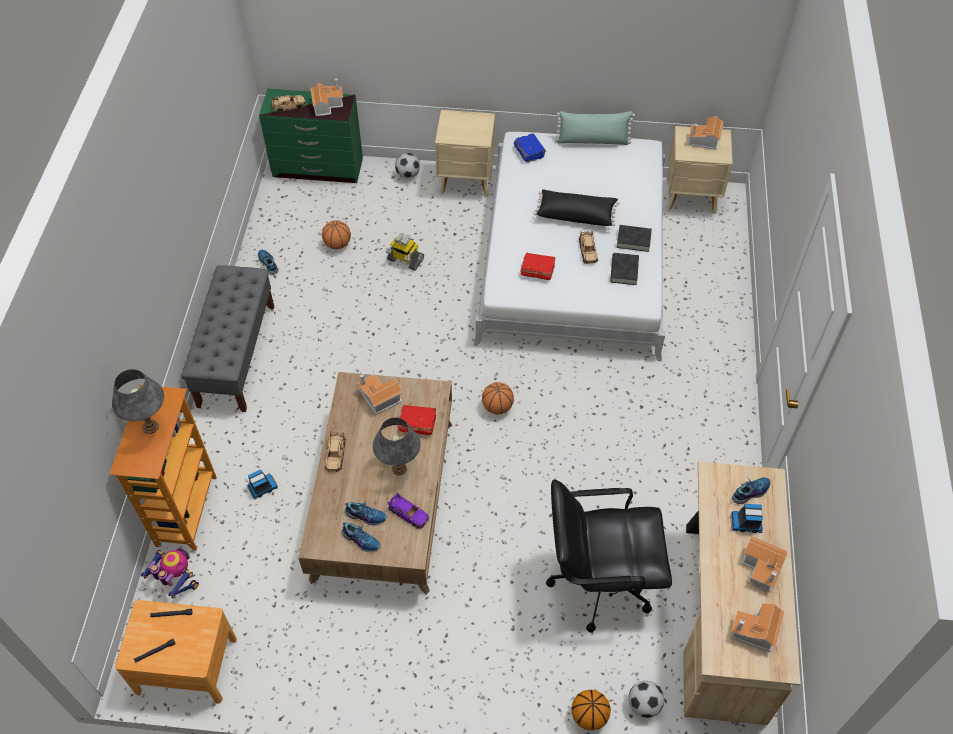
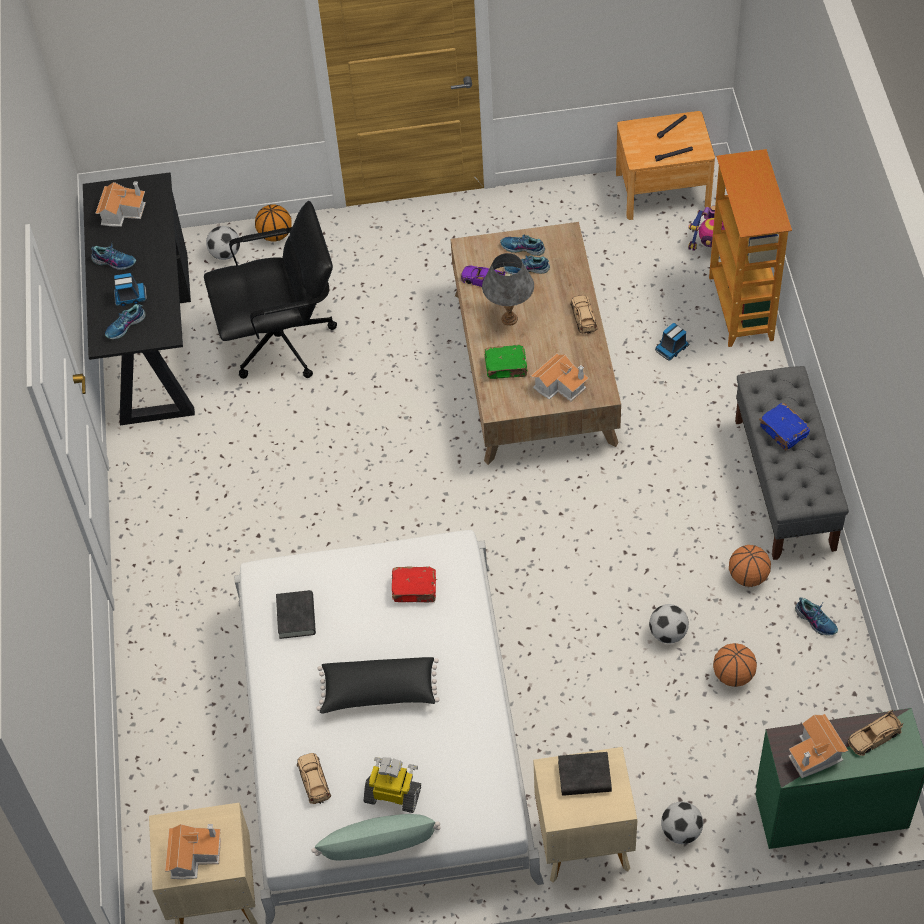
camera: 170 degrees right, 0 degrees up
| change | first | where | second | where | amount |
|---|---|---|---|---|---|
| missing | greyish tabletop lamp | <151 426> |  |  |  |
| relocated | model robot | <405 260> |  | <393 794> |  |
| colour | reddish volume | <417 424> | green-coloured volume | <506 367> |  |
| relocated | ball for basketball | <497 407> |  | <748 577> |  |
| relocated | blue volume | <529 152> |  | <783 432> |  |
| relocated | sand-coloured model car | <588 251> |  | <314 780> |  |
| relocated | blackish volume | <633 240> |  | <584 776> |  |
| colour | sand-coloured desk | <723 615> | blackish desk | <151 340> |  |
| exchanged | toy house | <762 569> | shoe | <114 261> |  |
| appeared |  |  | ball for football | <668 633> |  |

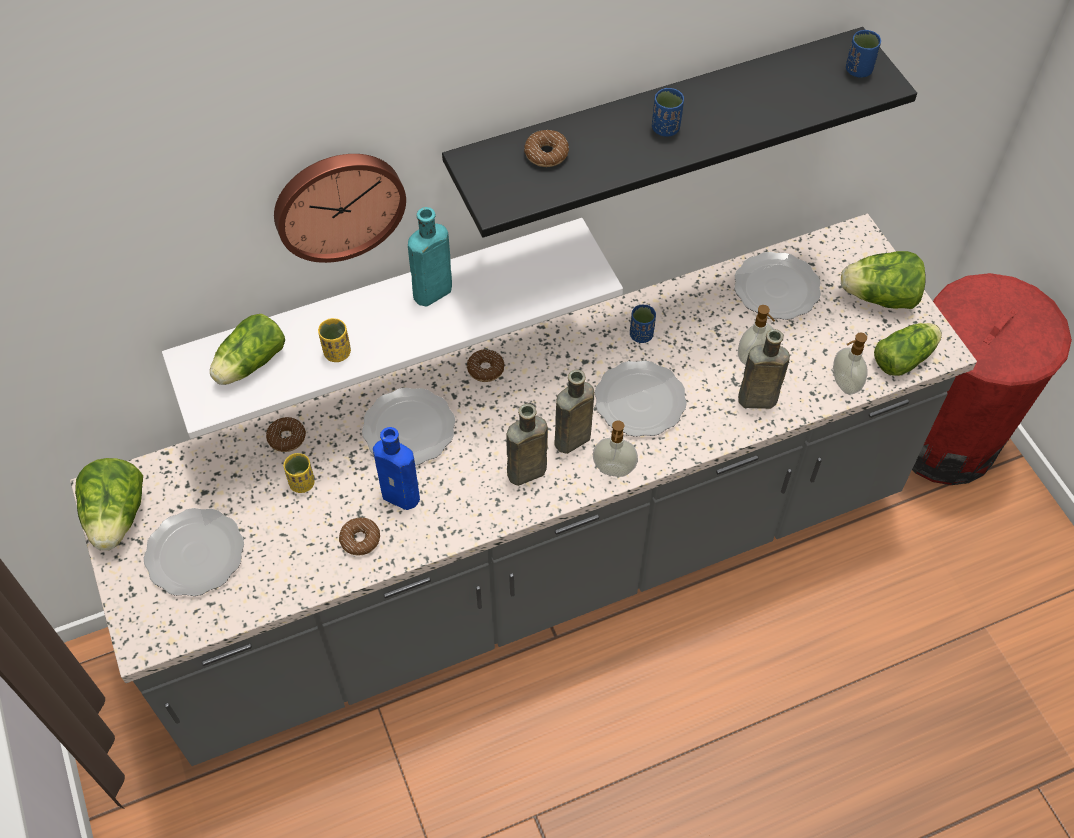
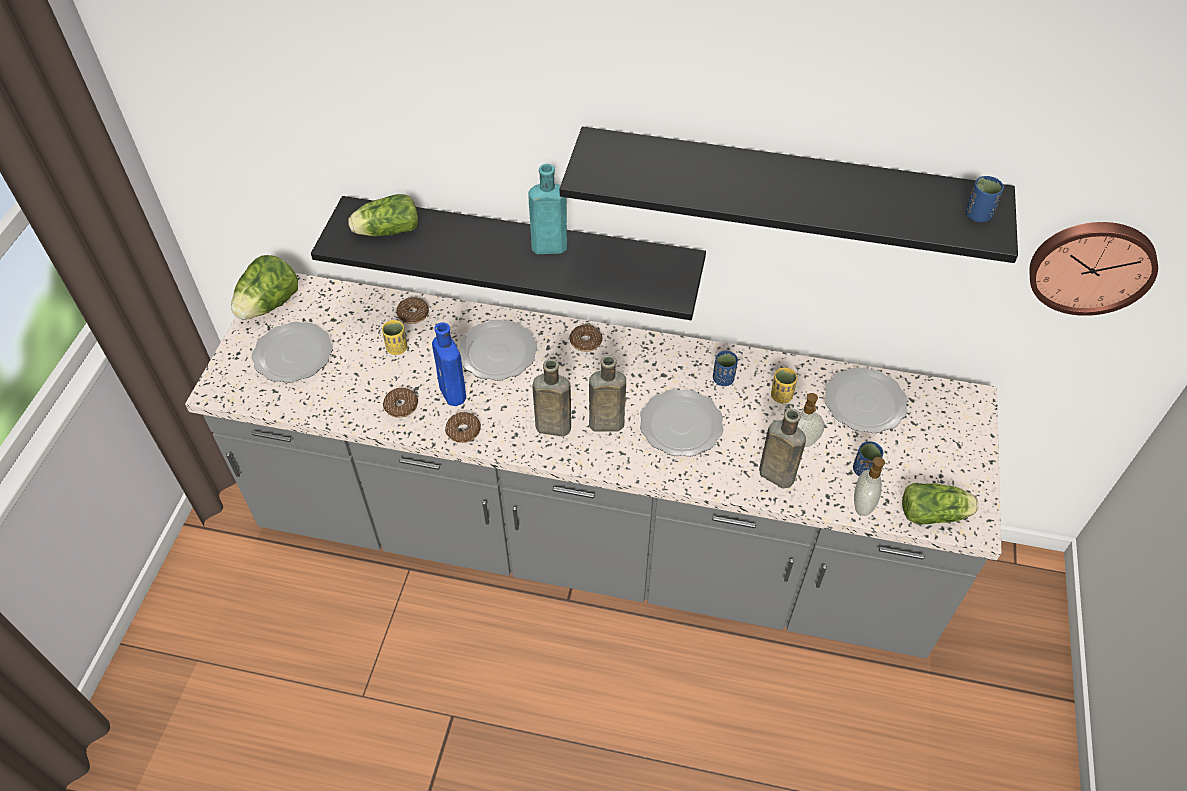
camera: 35 degrees right, 5 degrees down
| change | first | where | second | where | amount |
|---|---|---|---|---|---|
| colour | white-coloured wall shelf | <383 309> | blackish wall shelf | <521 250> |  |
| relocated | clock on the wall | <338 203> |  | <1091 265> |  |
| relocated | yellow drinking cup | <337 353> |  | <781 396> |  |
| relocated | doughnut | <546 154> |  | <463 431> |  |
| missing | soap bottle | <613 470> |  |  |  |
| relocated | blue drinking cup | <665 128> |  | <864 470> |  |
| missing | lettuce | <880 297> |  |  |  |
| missing | reddish waste bin | <944 440> |  |  |  |

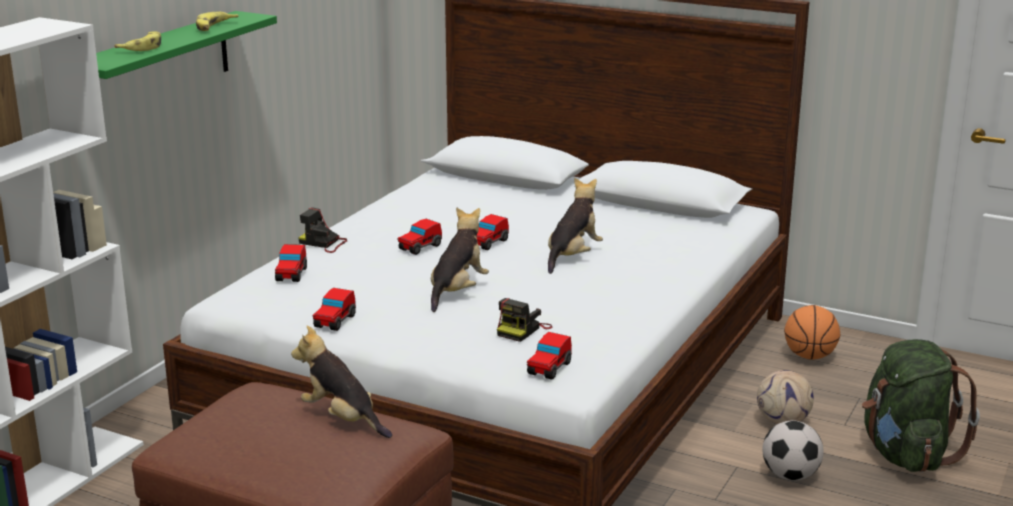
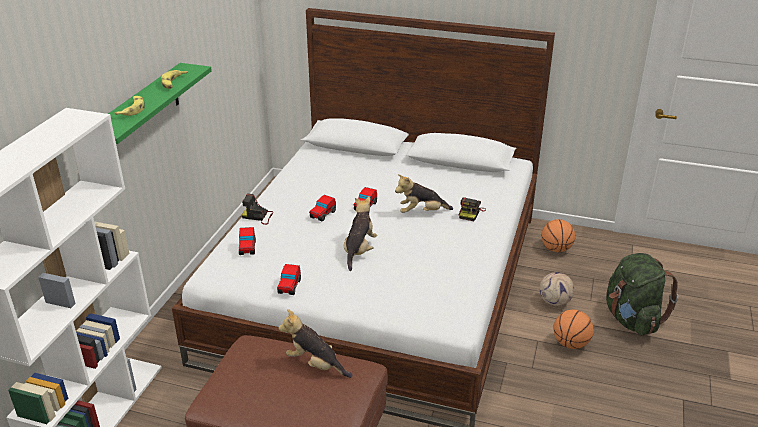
camera: 10 degrees left, 10 degrees up
| change | first | where | second | where | amount |
|---|---|---|---|---|---|
| relocated | photo camera | <523 330> |  | <471 213> |  |
| missing | model car | <549 368> |  |  |  |
| spun | soft toy | <572 256> |  | <421 212> | 120 degrees counterclockwise |
| exchanged | ball for football | <790 476> | ball for basketball | <570 344> |  |

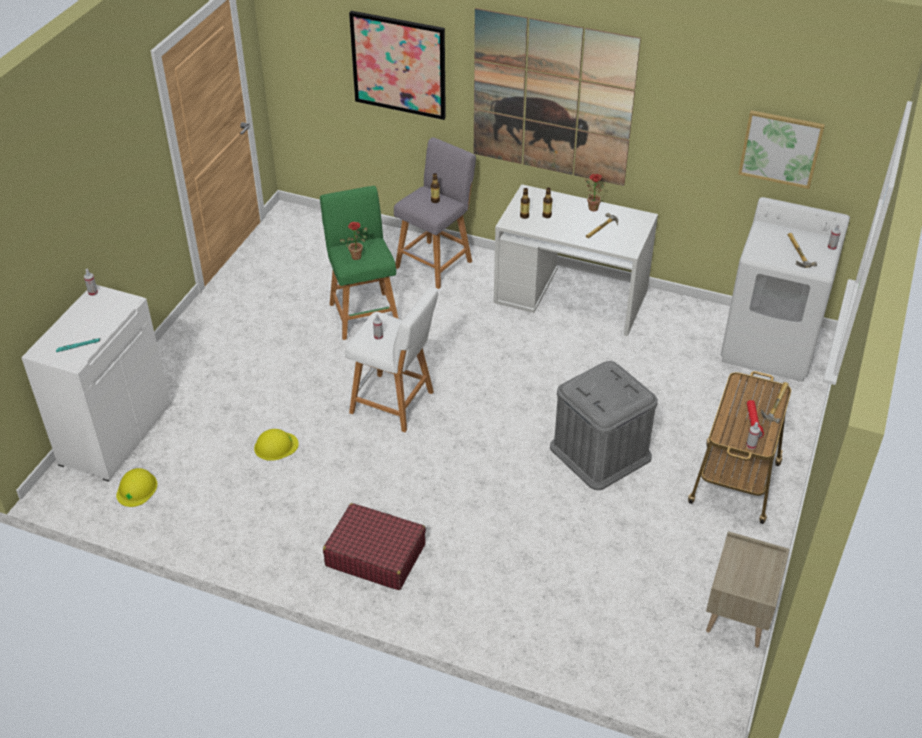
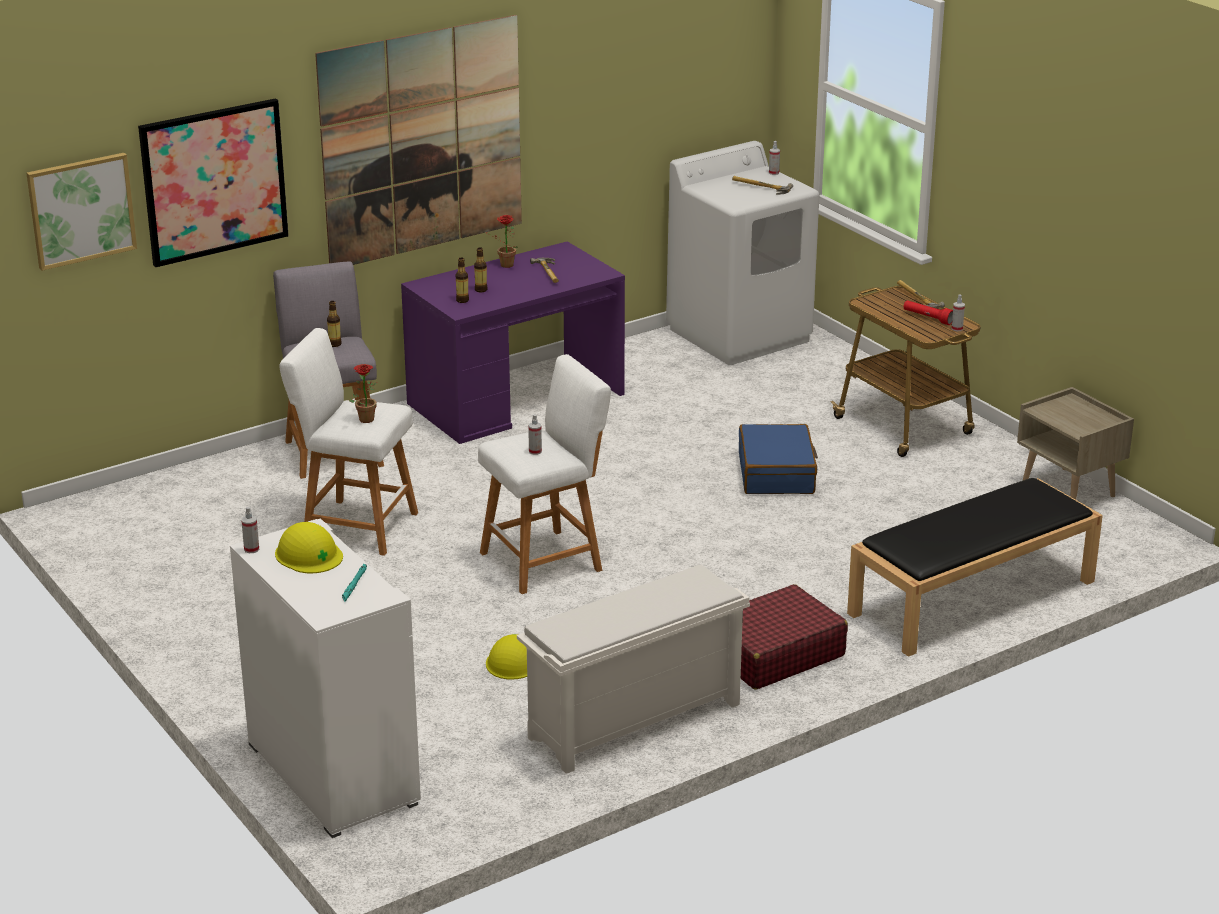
camera: 55 degrees left, 15 degrees down
| change | first | where | second | where | amount |
|---|---|---|---|---|---|
| relocated | yellow safety helmet | <137 489> |  | <308 554> |  |
| colour | green-coloured stool seat | <363 313> | white-coloured stool seat | <355 526> |  |
| colour | white-coloured desk | <571 296> | purple desk | <516 399> |  |
| exchanged | greyish storage box | <600 452> | blue suitcase | <777 473> |  |
| relocated | wall art | <780 148> |  | <81 210> |  |
| appeared |  |  | white-coloured shoe rack | <633 722> |  |
| appeared |  |  | blackish bench | <971 598> |  |

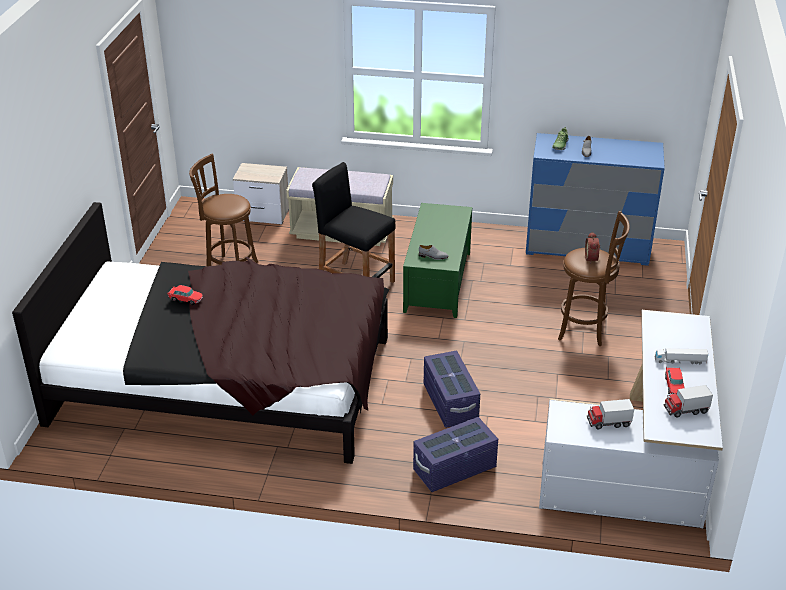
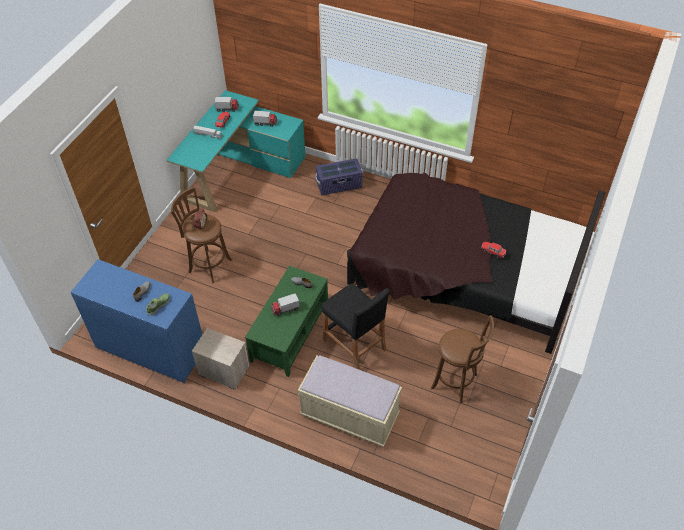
camera: 165 degrees left, 15 degrees up
| change | first | where | second | where | amount |
|---|---|---|---|---|---|
| relocated | nightstand | <264 215> |  | <223 370> |  |
| missing | purple storage box | <450 403> |  |  |  |
| colour | white-coloured desk | <641 465> | turquoise desk | <238 170> |  |
| appeared |  |  | toy lorry | <285 309> |  |

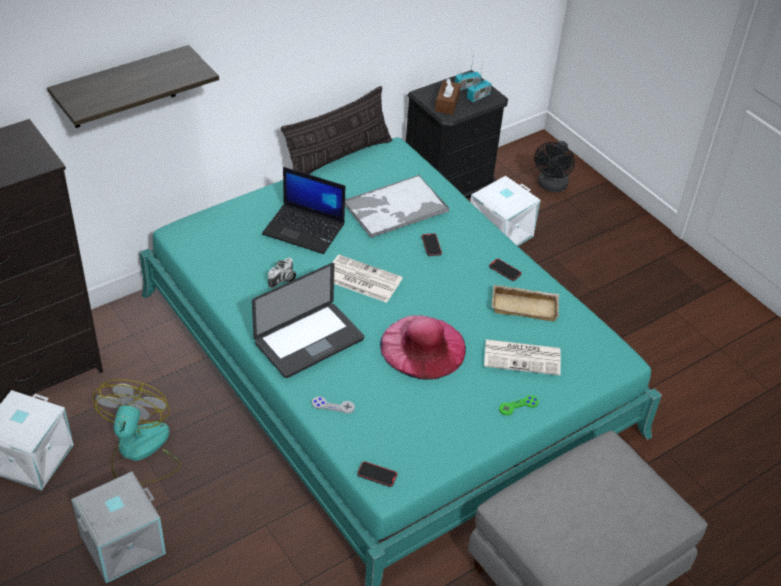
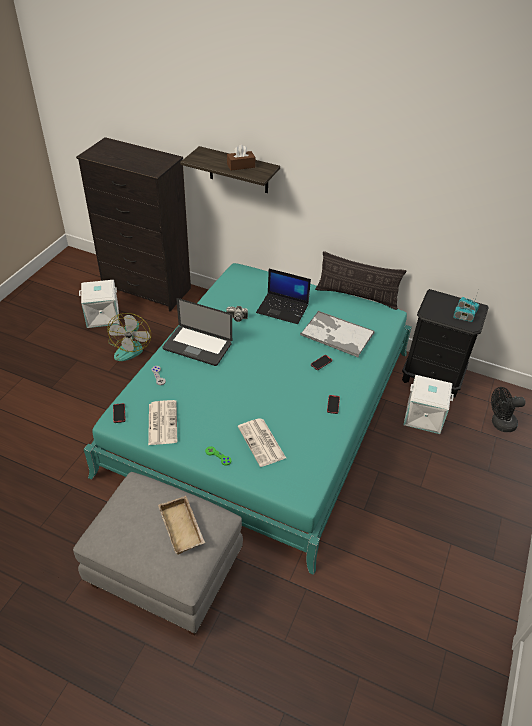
camera: 60 degrees right, 0 degrees up
| change | first | where | second | where | amount |
|---|---|---|---|---|---|
| missing | greyish storage box | <122 543> |  |  |  |
| spun | fan | <140 452> |  | <130 347> | 120 degrees clockwise |
| spun | portable computer | <305 229> |  | <283 309> | 60 degrees counterclockwise |
| relocated | newspaper | <361 279> |  | <162 422> |  |
| missing | pink-coloured clothing hat | <423 346> |  |  |  |
| relocated | brownish tissue box | <447 103> |  | <241 166> |  |
| relocated | sand-coloured tray | <525 306> |  | <183 527> |  |

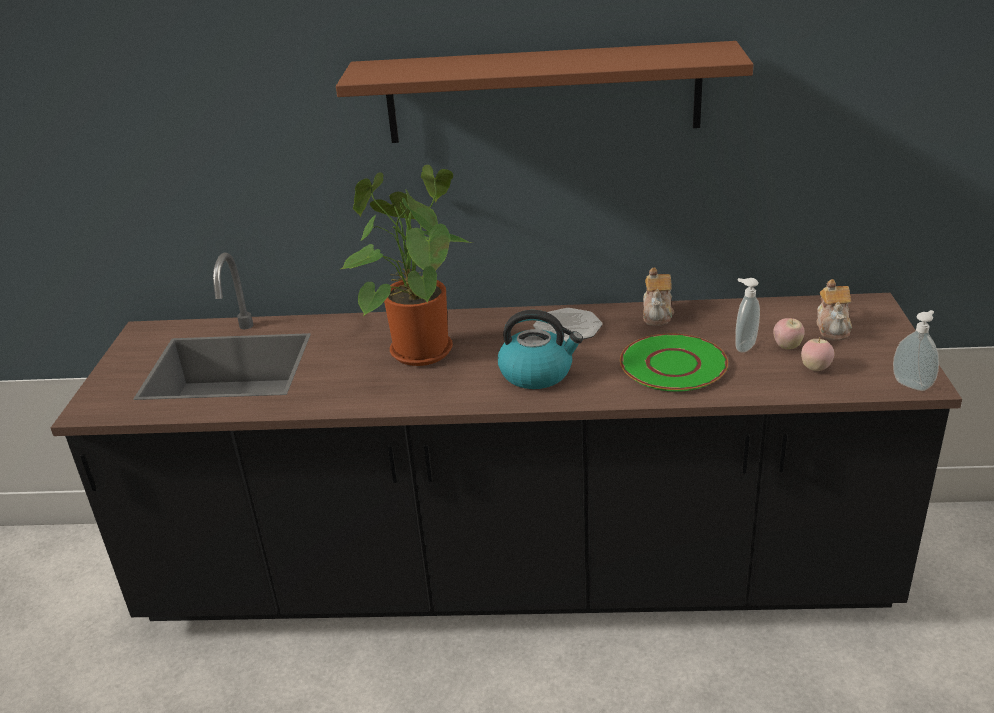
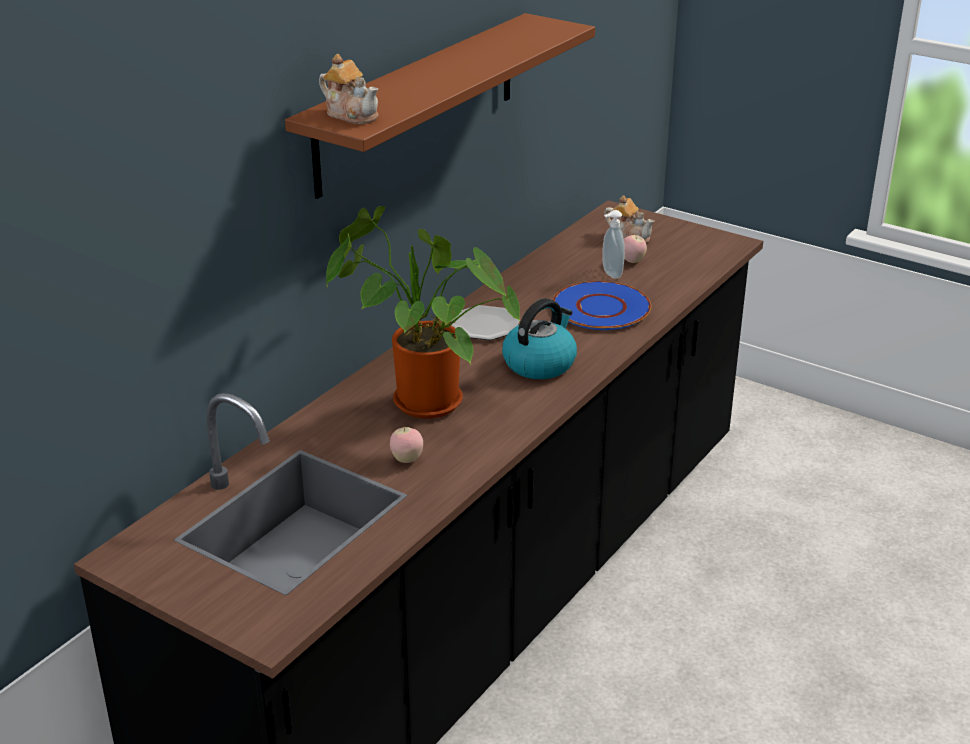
camera: 60 degrees left, 0 degrees up
| change | first | where | second | where | amount |
|---|---|---|---|---|---|
| colour | green-coloured flat dish | <673 364> | blue flat dish | <601 307> |  |
| relocated | teapot | <657 314> |  | <352 114> |  |
| relocated | whole apple | <815 369> |  | <407 459> |  |
| missing | soap bottle | <912 384> |  |  |  |

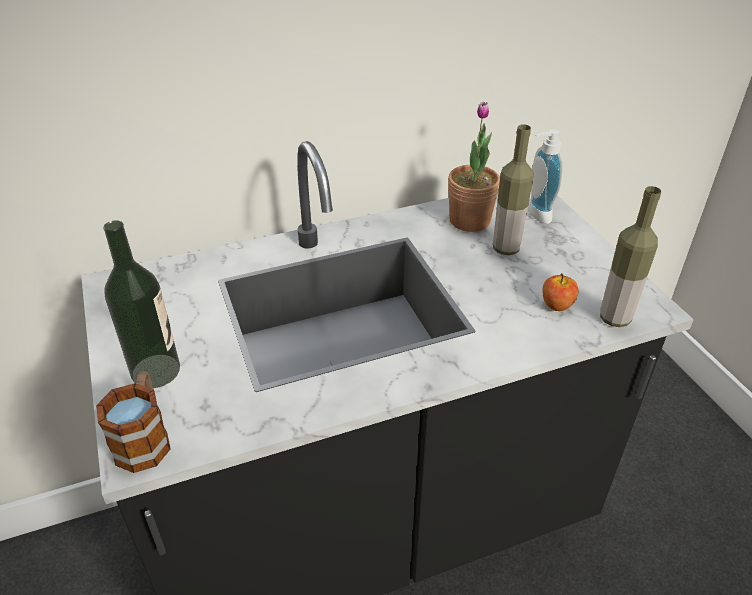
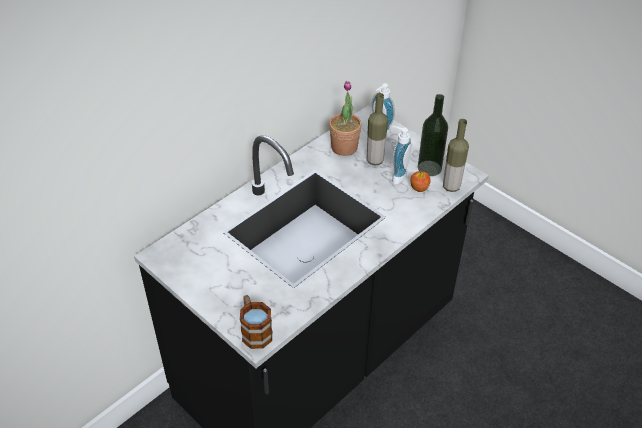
camera: 25 degrees left, 5 degrees up
| change | first | where | second | where | amount |
|---|---|---|---|---|---|
| relocated | drink bottle | <156 371> |  | <429 168> |  |
| appeared |  |  | soap bottle | <396 176> |  |

